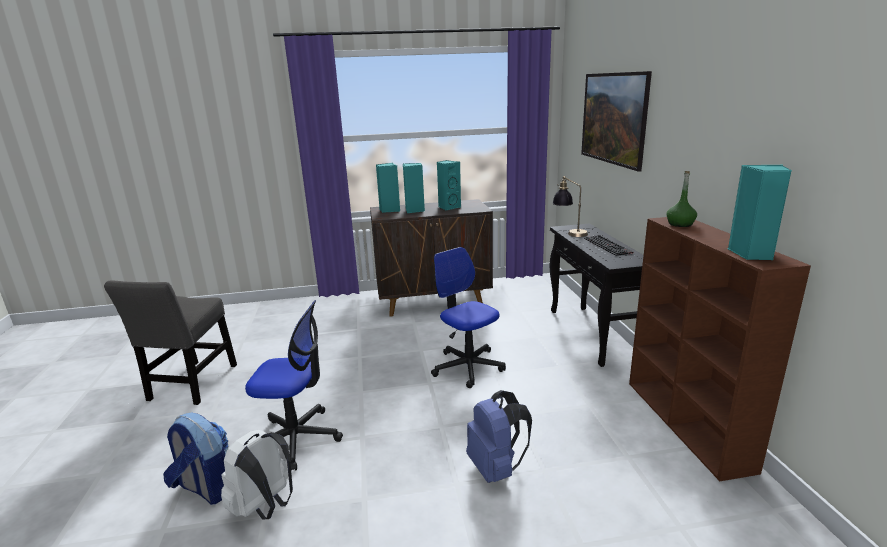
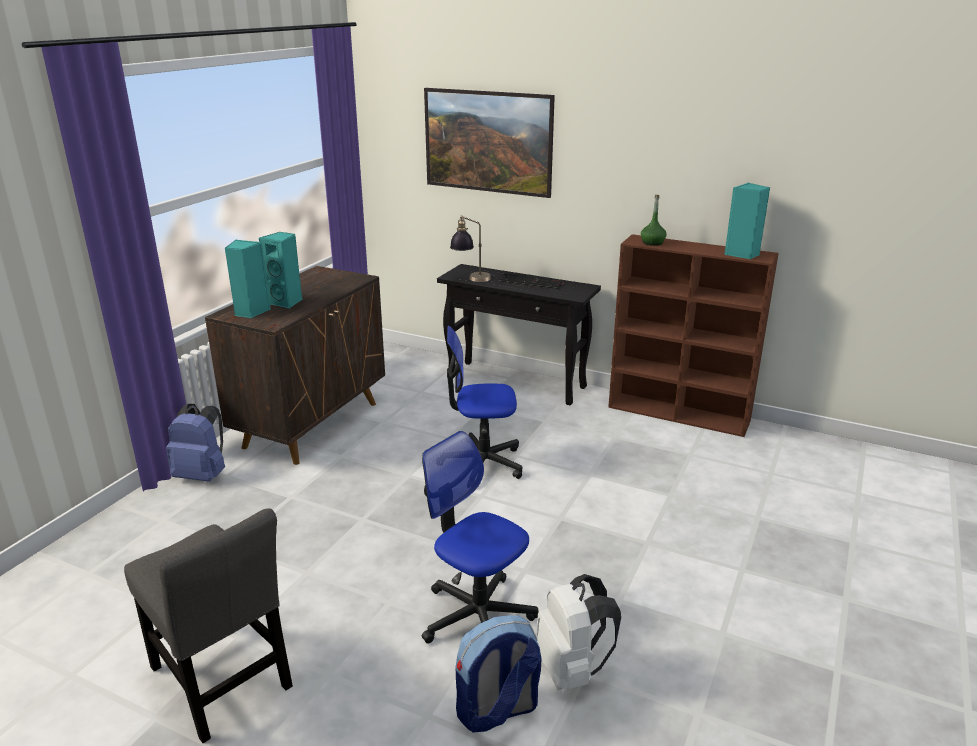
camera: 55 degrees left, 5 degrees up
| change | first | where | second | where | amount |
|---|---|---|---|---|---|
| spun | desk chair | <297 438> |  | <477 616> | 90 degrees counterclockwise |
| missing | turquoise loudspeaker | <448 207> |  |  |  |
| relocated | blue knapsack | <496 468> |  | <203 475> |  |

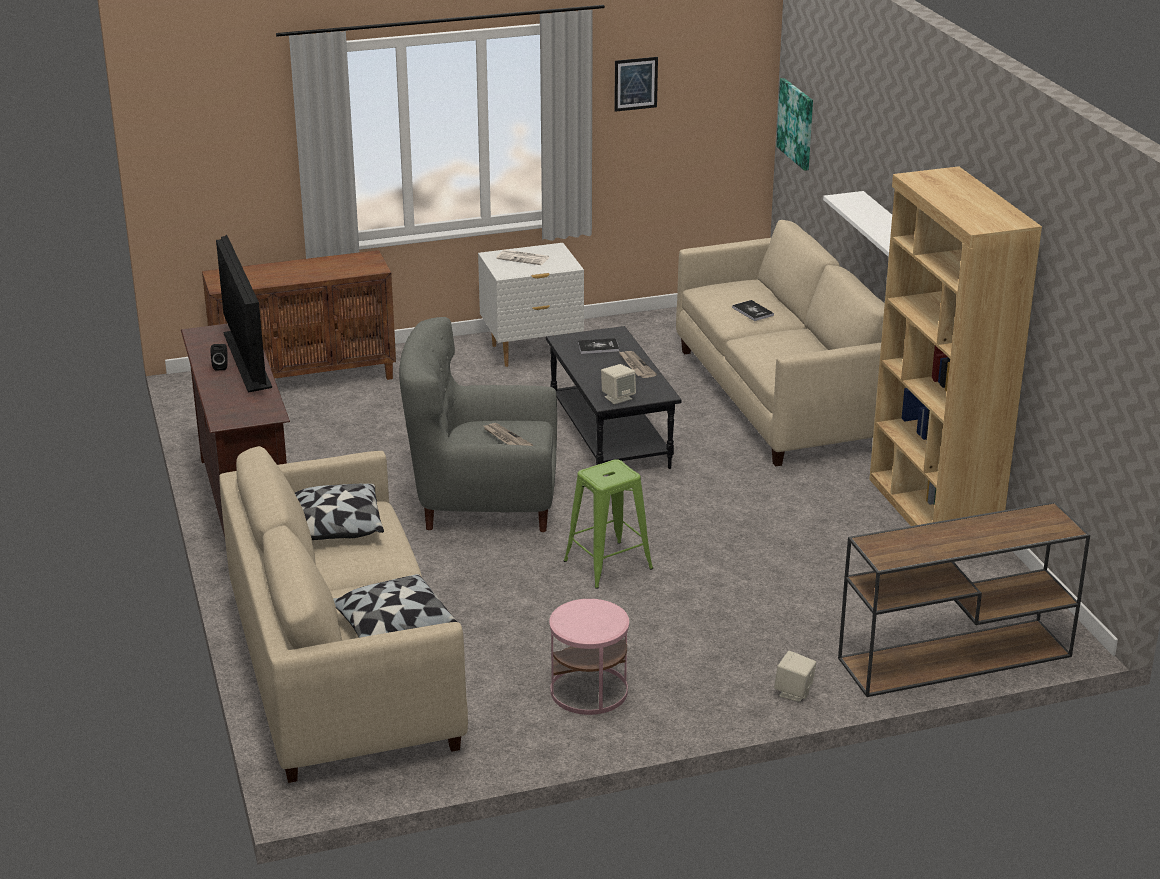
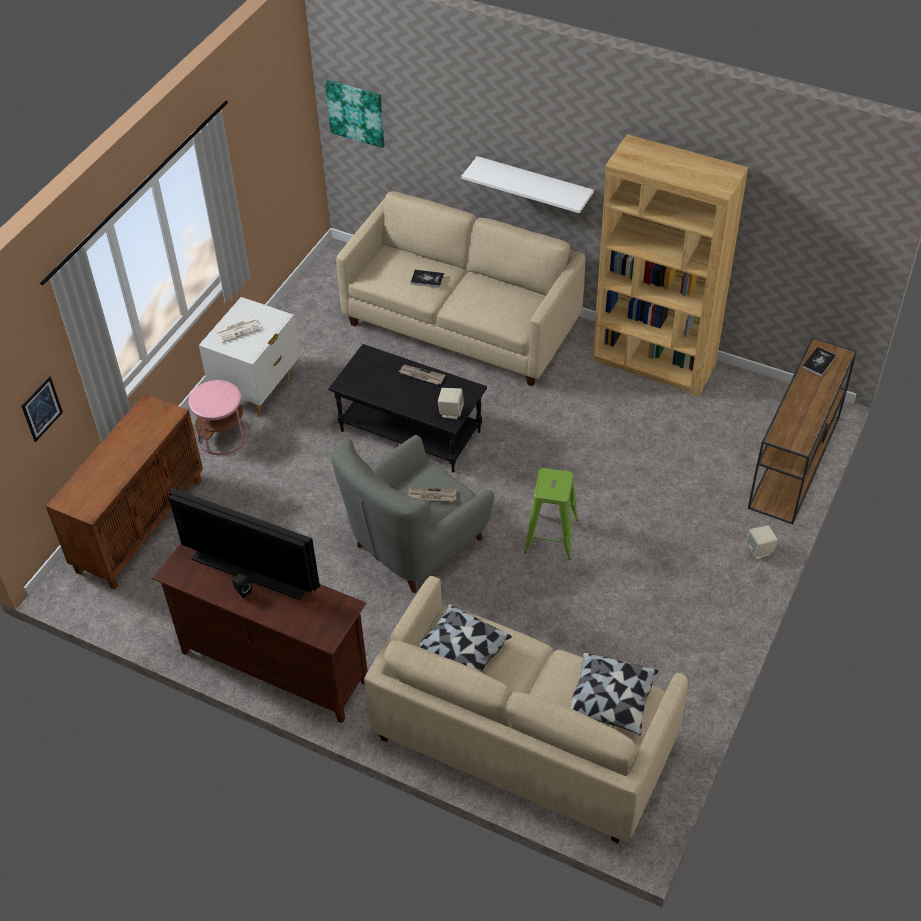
camera: 45 degrees left, 20 degrees up
| change | first | where | second | where | amount |
|---|---|---|---|---|---|
| relocated | pink-coloured side table | <589 691> |  | <223 436> |  |
| relocated | volume | <598 347> |  | <819 362> |  |
| relocated | wall art | <635 84> |  | <41 409> |  |

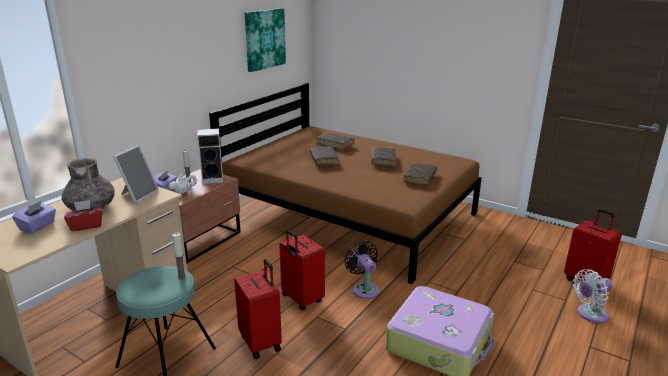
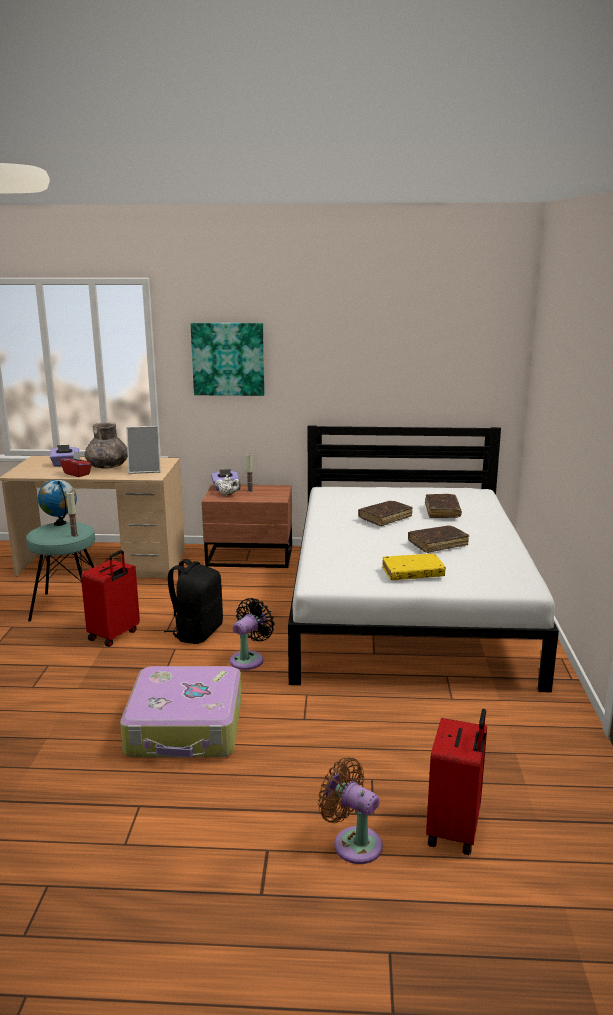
camera: 60 degrees right, 5 degrees down
| change | first | where | second | where | amount |
|---|---|---|---|---|---|
| missing | loudspeaker | <213 179> |  |  |  |
| colour | brownish bedroom bed | <349 214> | white-coloured bedroom bed | <407 607> |  |
| relocated | wall art | <264 39> |  | <228 359> |  |
| exchanged | reddish suitcase | <301 299> | blackish knapsack | <197 633> |  |
| colour | brownish volume | <419 178> | yellow volume | <413 573> |  |
| colour | white-coloured fan | <590 314> | brownish fan | <353 843> |  |
| appeared |  |  | world globe | <60 523> |  |

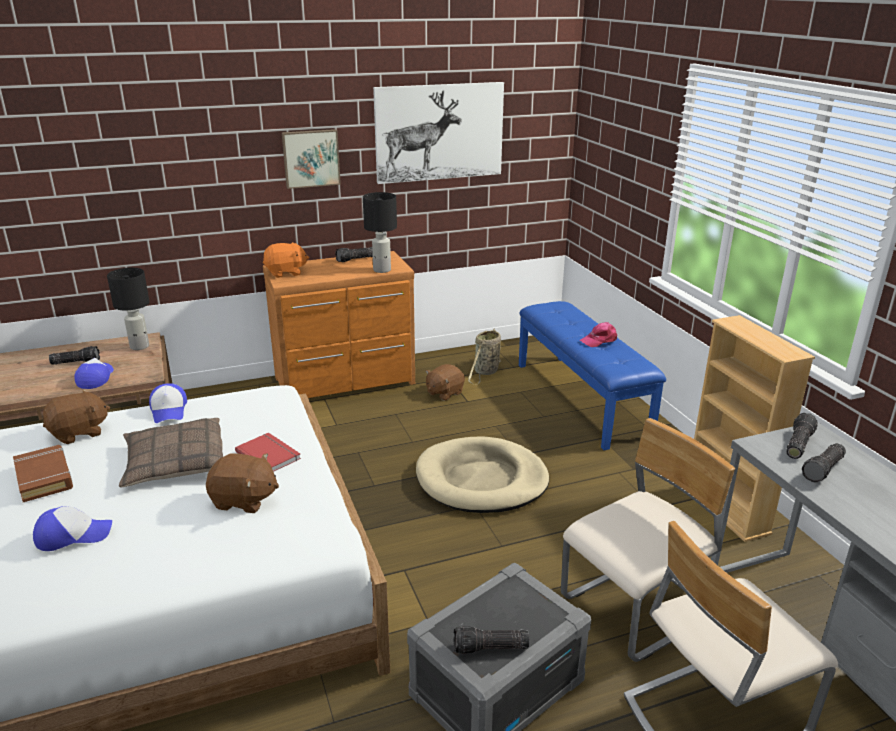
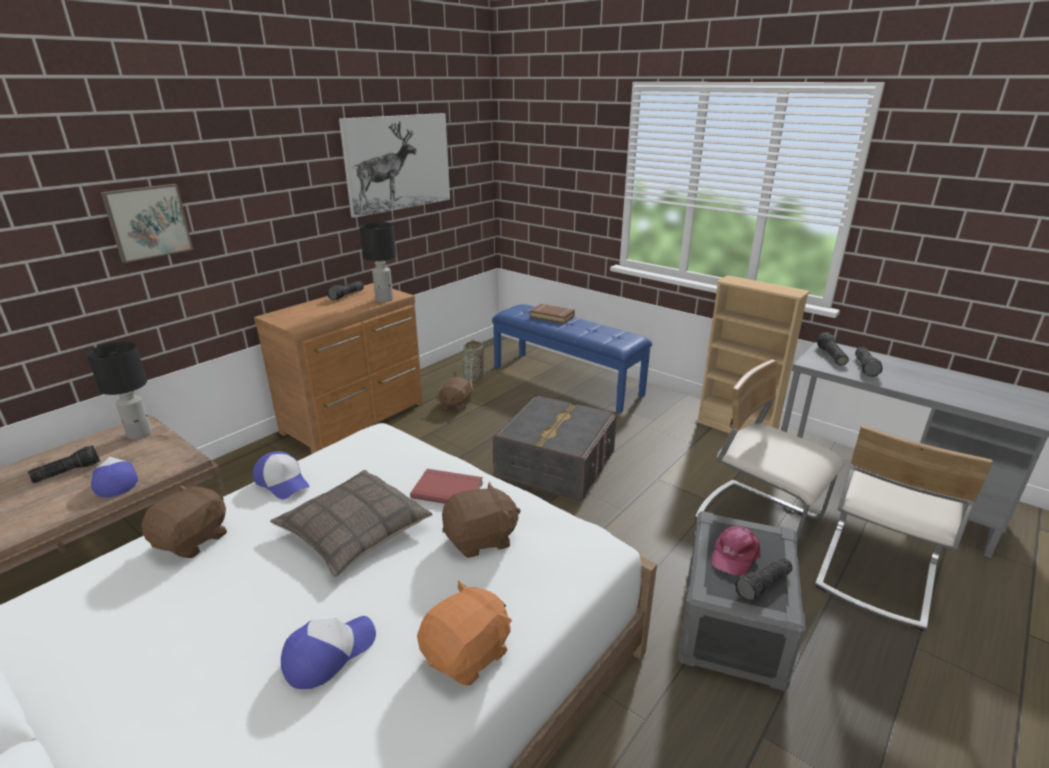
camera: 30 degrees left, 0 degrees up
| change | first | where | second | where | amount |
|---|---|---|---|---|---|
| relocated | brownish volume | <44 477> |  | <552 316> |  |
| relocated | orange-coloured soft toy | <286 273> |  | <468 654> |  |
| relocated | wall art | <311 158> |  | <147 222> |  |
| exchanged | sand-coloured dog cushion | <481 480> | greyish storage box | <555 464> |  |
| spun | sand-coloured upright chair | <638 610> |  | <758 520> | 75 degrees counterclockwise |
| relocated | pink-coloured peaked cap | <599 340> |  | <734 555> |  |

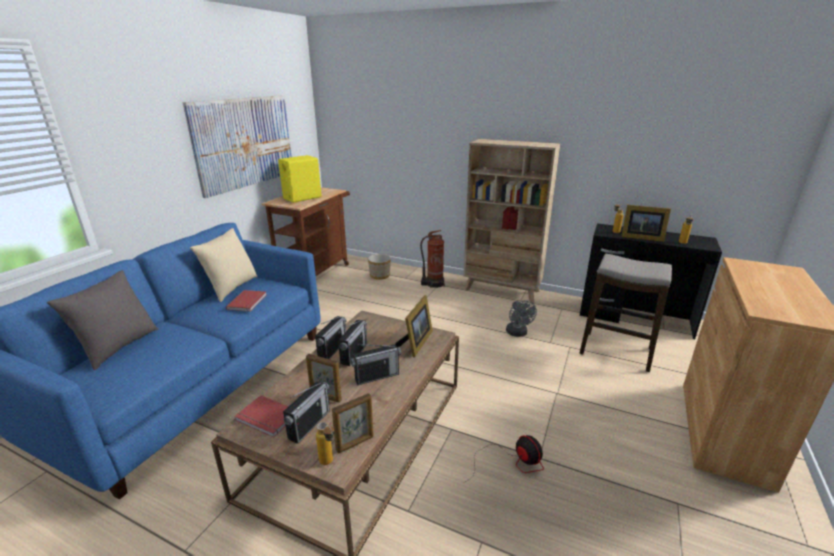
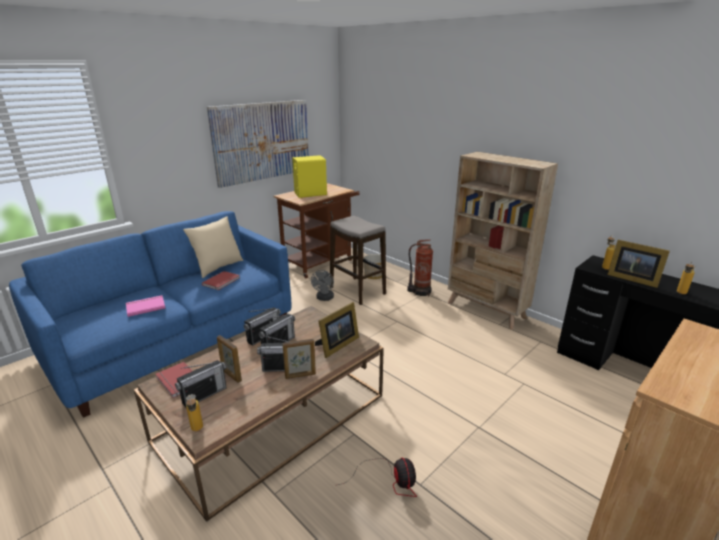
camera: 20 degrees right, 0 degrees up
| change | first | where | second | where | amount |
|---|---|---|---|---|---|
| missing | greyish cushion | <118 347> |  |  |  |
| relocated | standing frame | <355 444> |  | <300 375> |  |
| relocated | greyish fan | <518 333> |  | <324 298> |  |
| relocated | stool seat | <616 351> |  | <357 291> |  |
| appeared |  |  | pink-coloured volume | <145 306> |  |

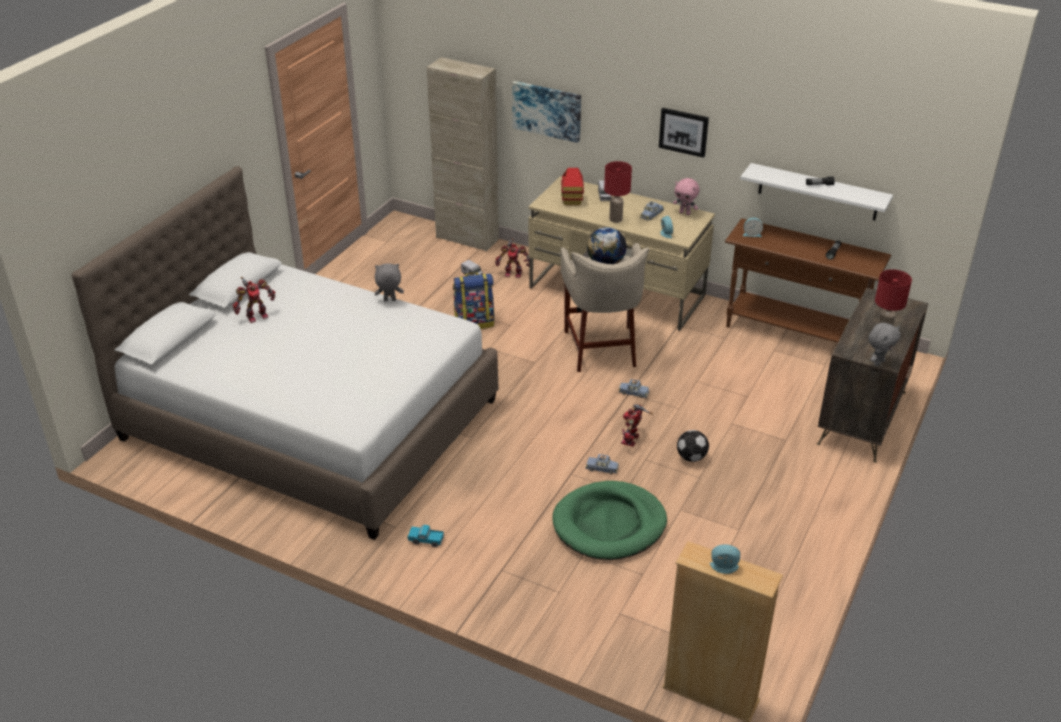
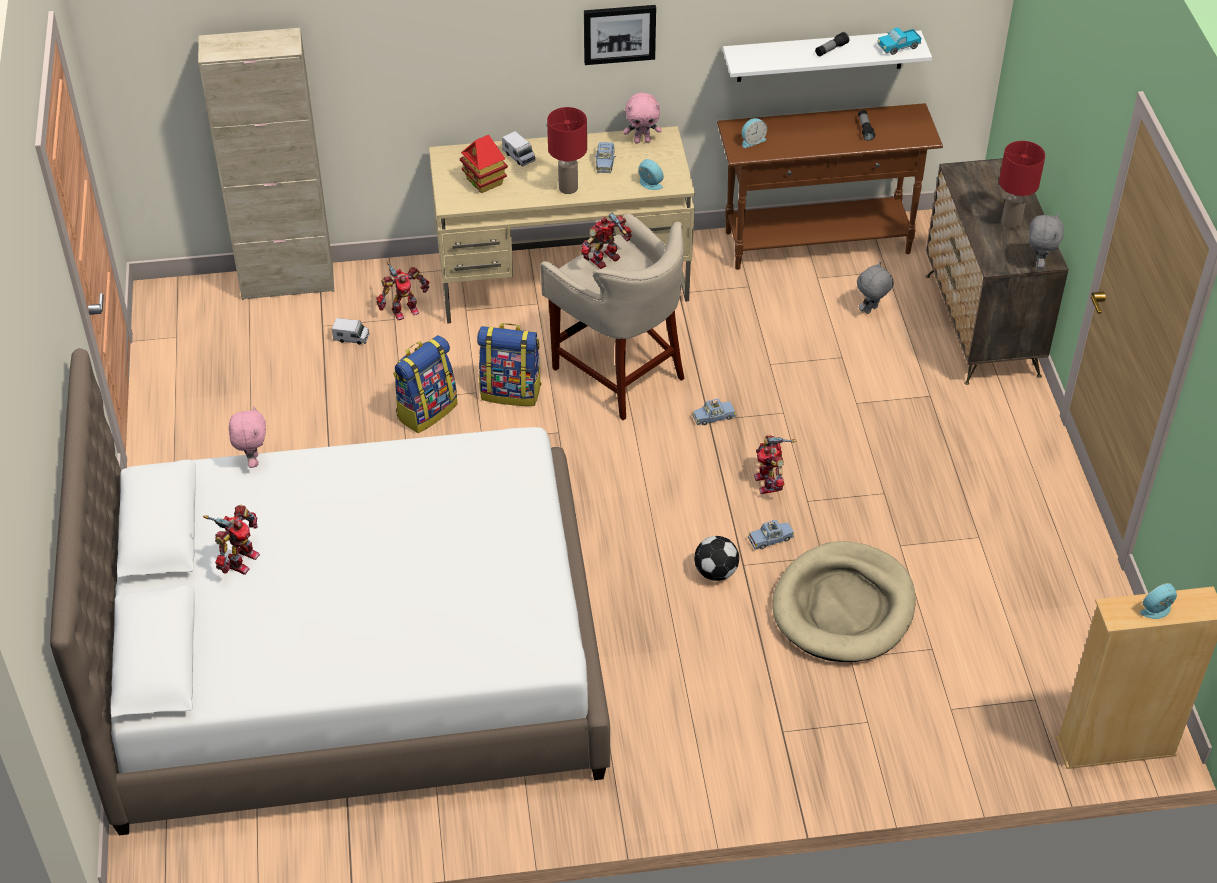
camera: 35 degrees left, 10 degrees up
| change | first | where | second | where | amount |
|---|---|---|---|---|---|
| relocated | greyish soft toy | <389 300> |  | <871 310> |  |
| relocated | toy lorry | <425 540> |  | <898 47> |  |
| missing | wall art | <547 110> |  |  |  |
| colour | green-coloured dog cushion | <609 524> | sand-coloured dog cushion | <844 607> |  |
| exchanged | world globe | <605 263> | model robot | <606 260> |  |
| relocated | ball for football | <691 458> |  | <716 572> |  |
| appeared |  |  | pink-coloured soft toy | <252 460> |  |
| appeared |  |  | knapsack | <511 391> |  |

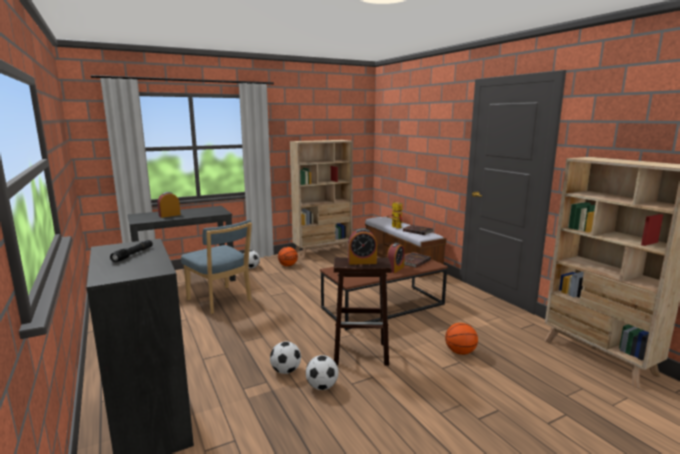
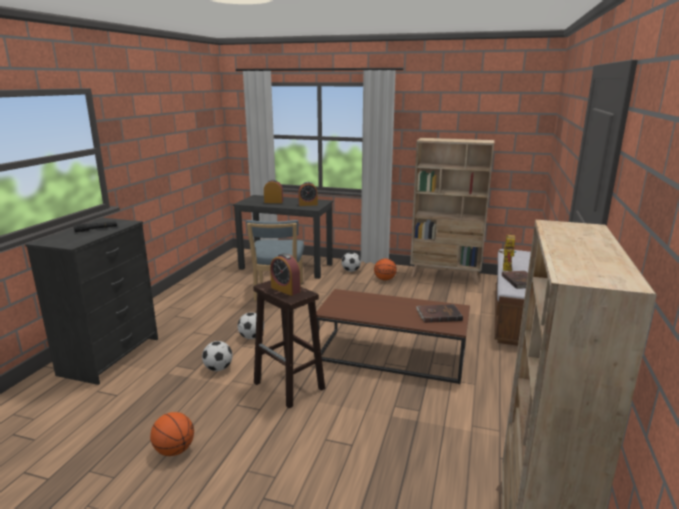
camera: 45 degrees right, 5 degrees up
| change | first | where | second | where | amount |
|---|---|---|---|---|---|
| relocated | ball for football | <322 386> |  | <251 337> |  |
| relocated | alarm clock | <395 269> |  | <308 204> |  |
| relocated | ball for basketball | <460 352> |  | <174 450> |  |

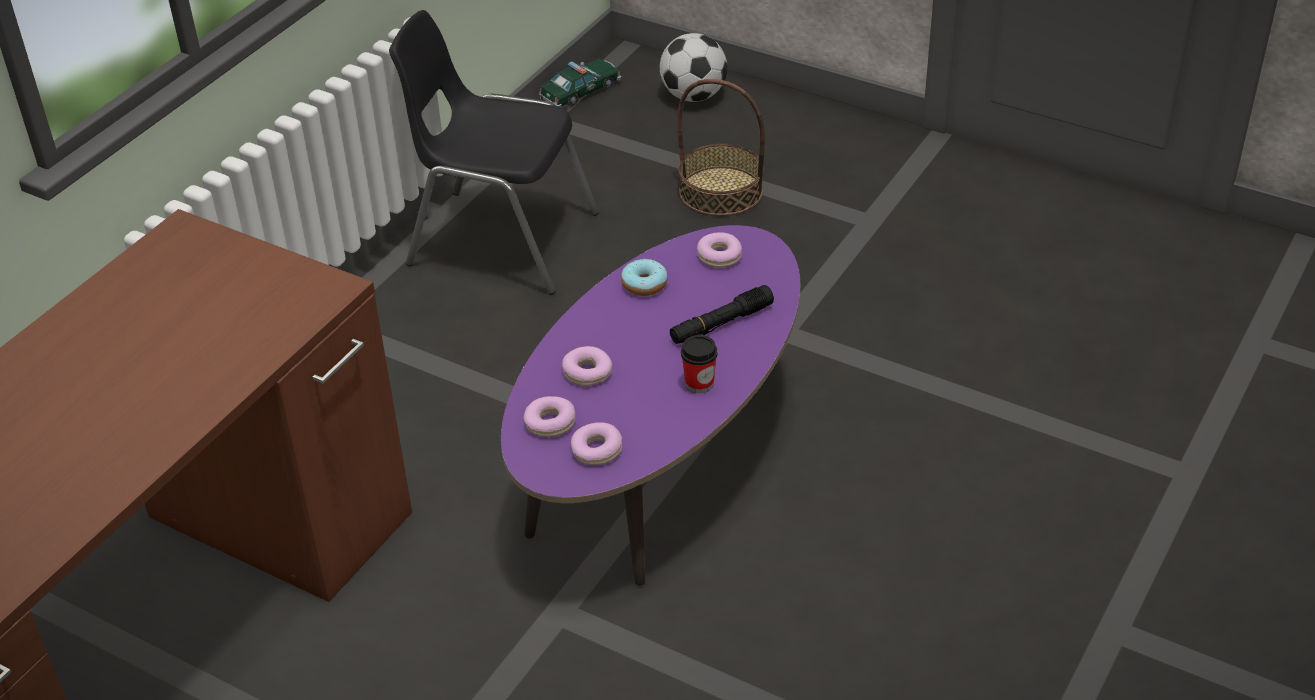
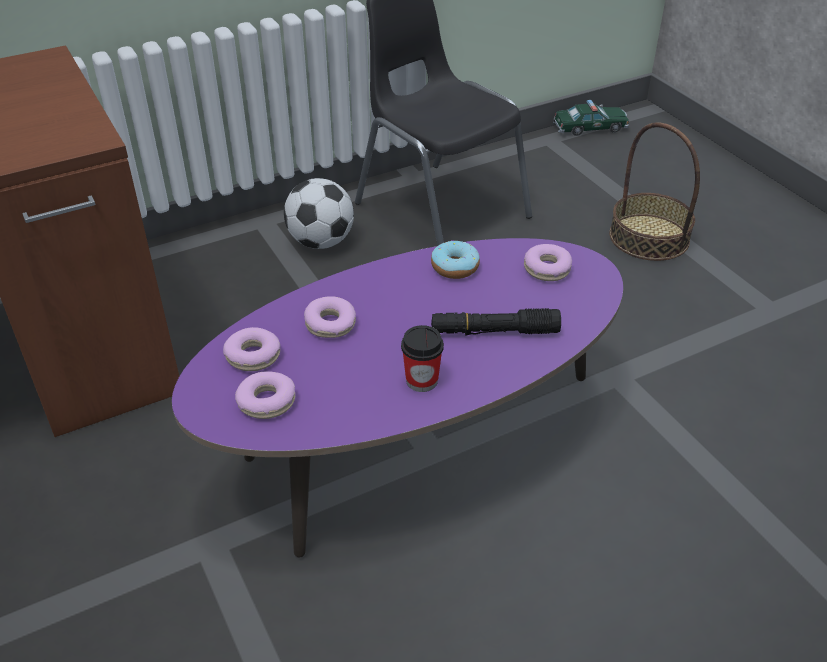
camera: 30 degrees right, 0 degrees up
| change | first | where | second | where | amount |
|---|---|---|---|---|---|
| relocated | ball for football | <693 96> |  | <320 242> |  |

